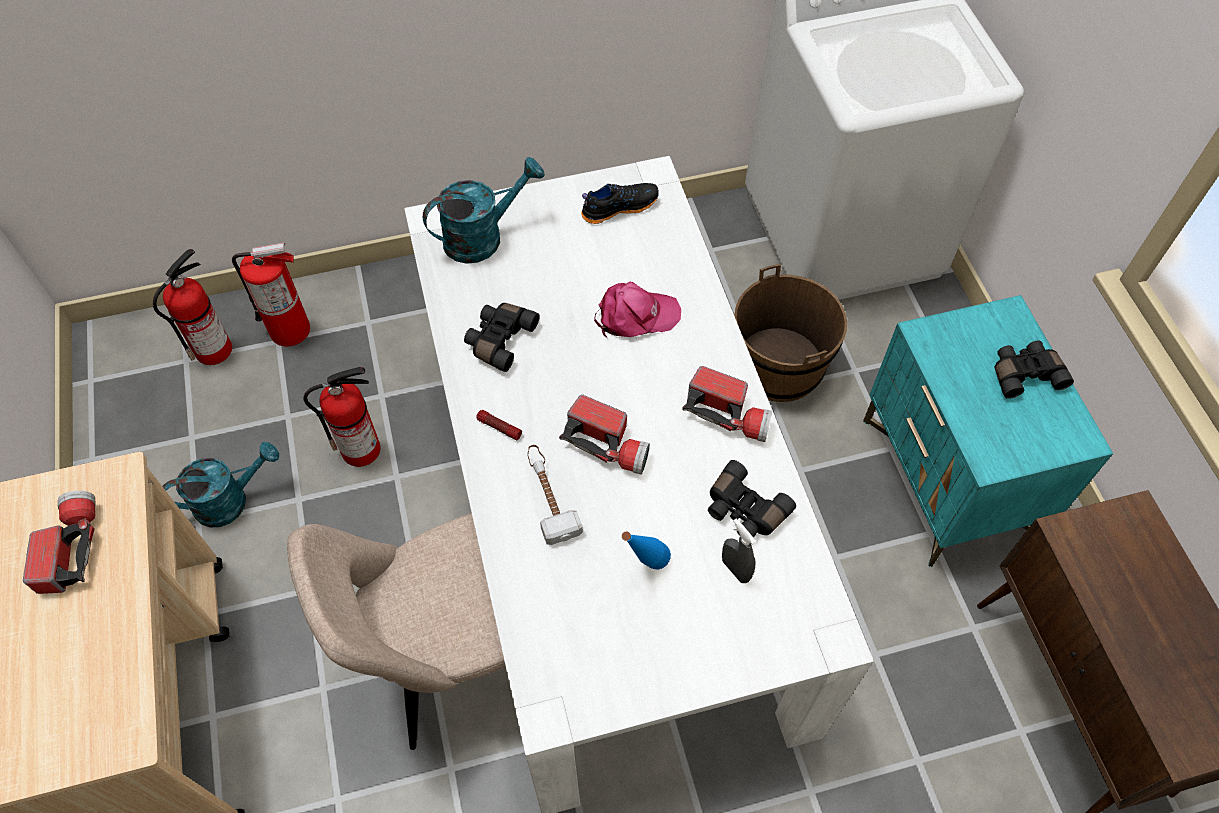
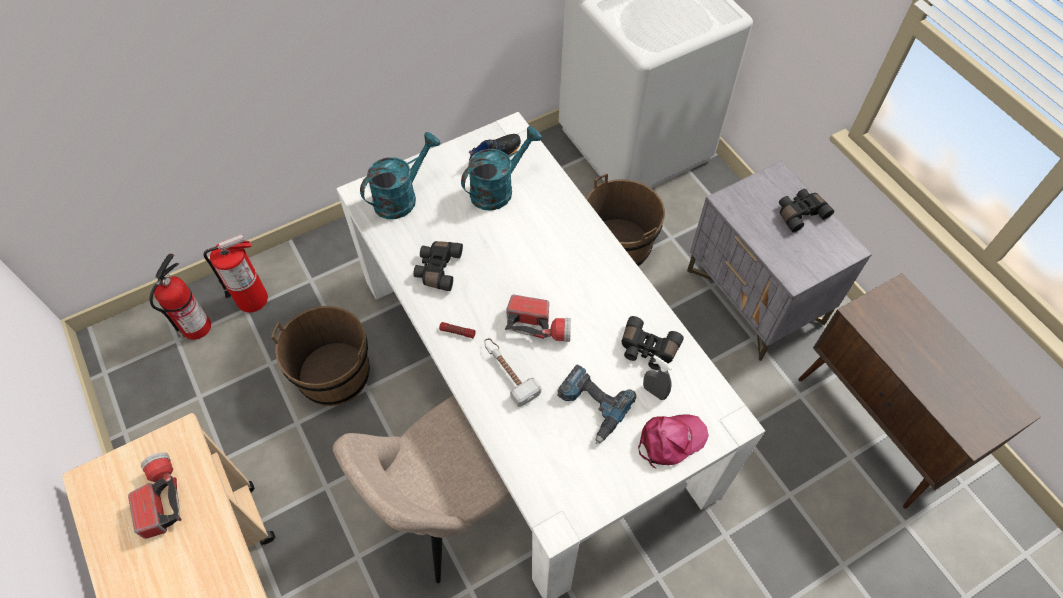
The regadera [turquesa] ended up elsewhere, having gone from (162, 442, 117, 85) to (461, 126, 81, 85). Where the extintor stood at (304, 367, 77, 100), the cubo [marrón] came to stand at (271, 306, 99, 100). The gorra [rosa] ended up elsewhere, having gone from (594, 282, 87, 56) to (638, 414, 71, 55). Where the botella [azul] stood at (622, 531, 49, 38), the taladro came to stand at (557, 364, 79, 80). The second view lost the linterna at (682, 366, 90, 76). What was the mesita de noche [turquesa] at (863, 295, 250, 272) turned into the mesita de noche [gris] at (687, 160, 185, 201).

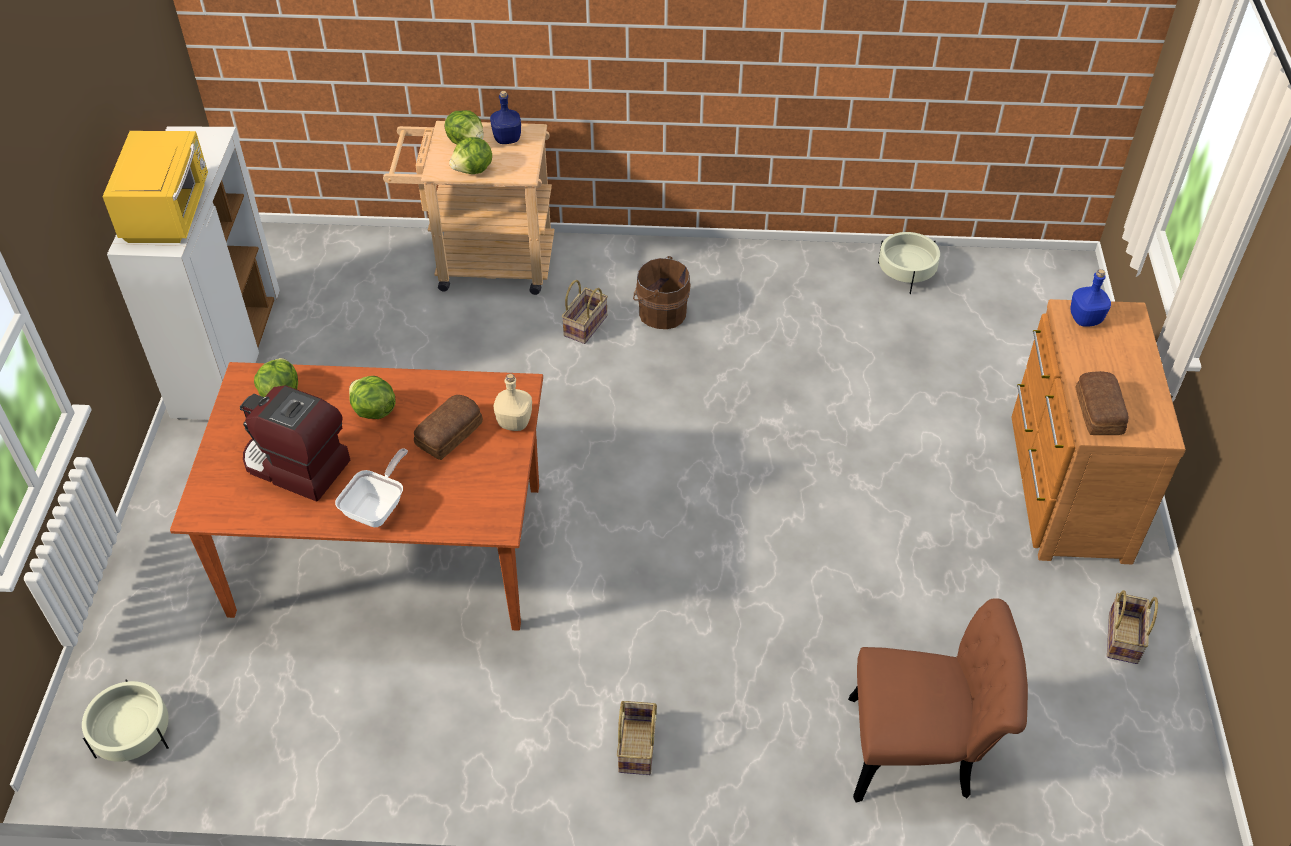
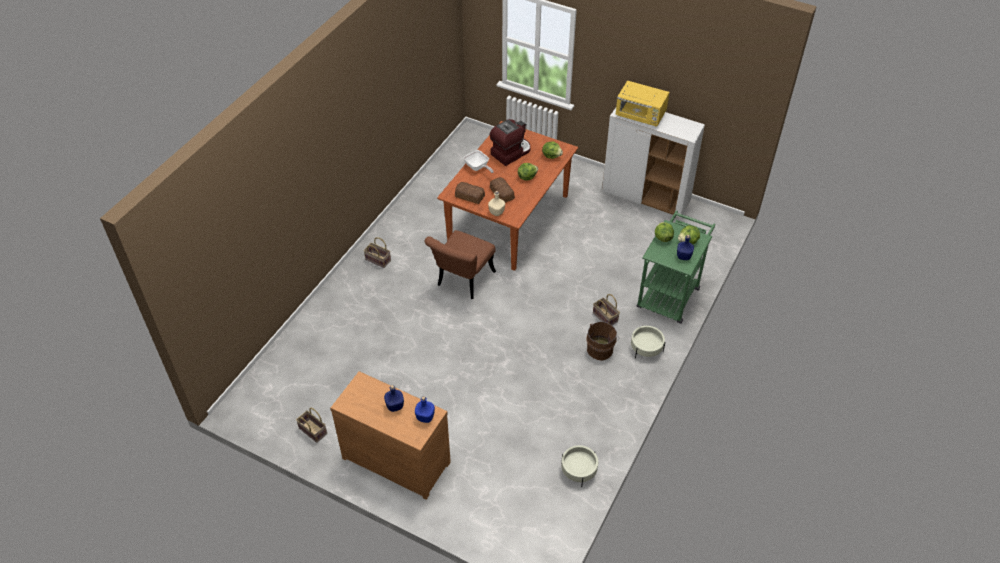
The maceta [beis] ended up elsewhere, having gone from (82, 680, 87, 82) to (631, 325, 34, 33). What was the carrito [beis] at (383, 121, 172, 174) turned into the carrito [verde] at (637, 210, 78, 114). The silla [marrón] ended up elsewhere, having gone from (848, 598, 180, 204) to (425, 230, 71, 69). The pan ended up elsewhere, having gone from (1076, 371, 53, 64) to (455, 182, 30, 22). The second view gained the botella [azul] at (384, 385, 20, 27).

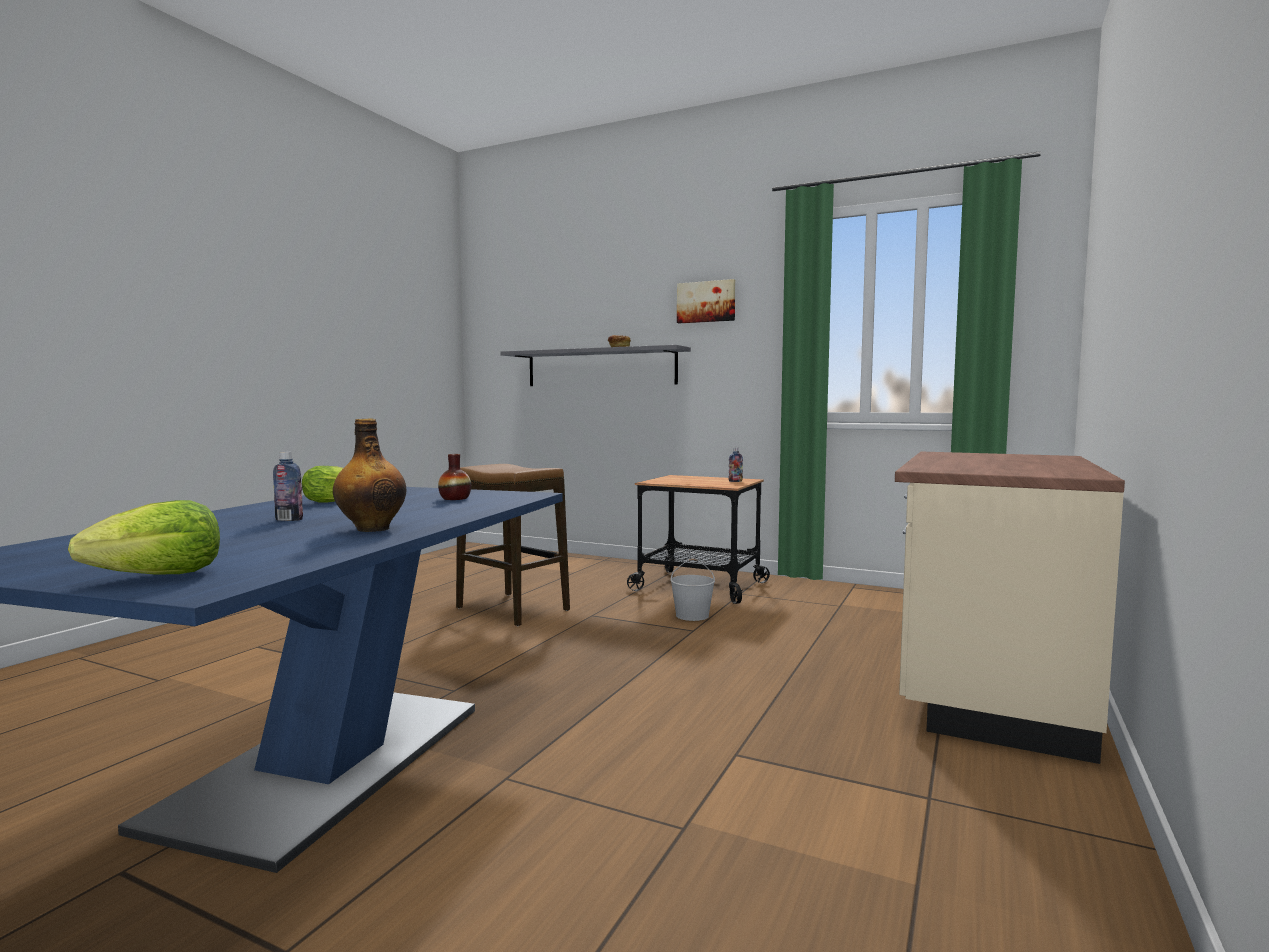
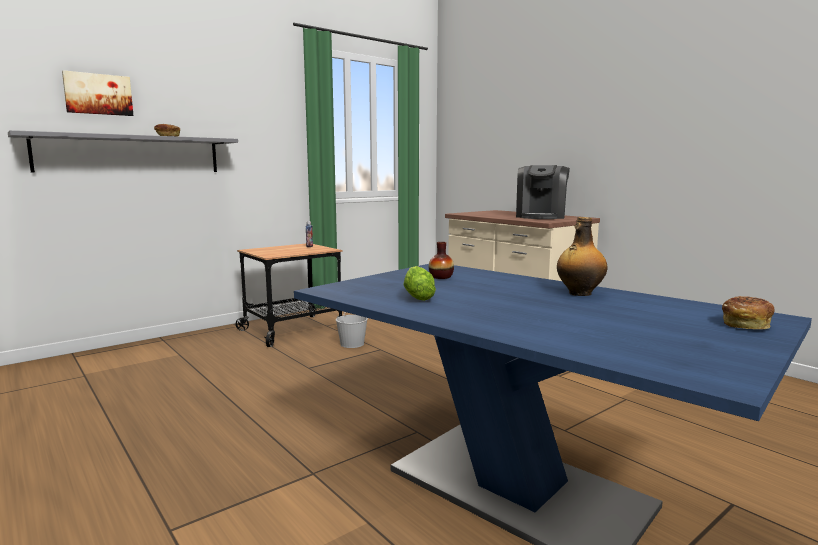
Where the lechuga stood at (68, 500, 152, 75), the pan came to stand at (722, 296, 52, 33). The second view lost the botella at (273, 452, 30, 69). The second view lost the taburete at (456, 464, 114, 162). The cuadro ended up elsewhere, having gone from (677, 279, 58, 44) to (62, 70, 71, 46). The second view gained the cafetera at (516, 165, 54, 54).

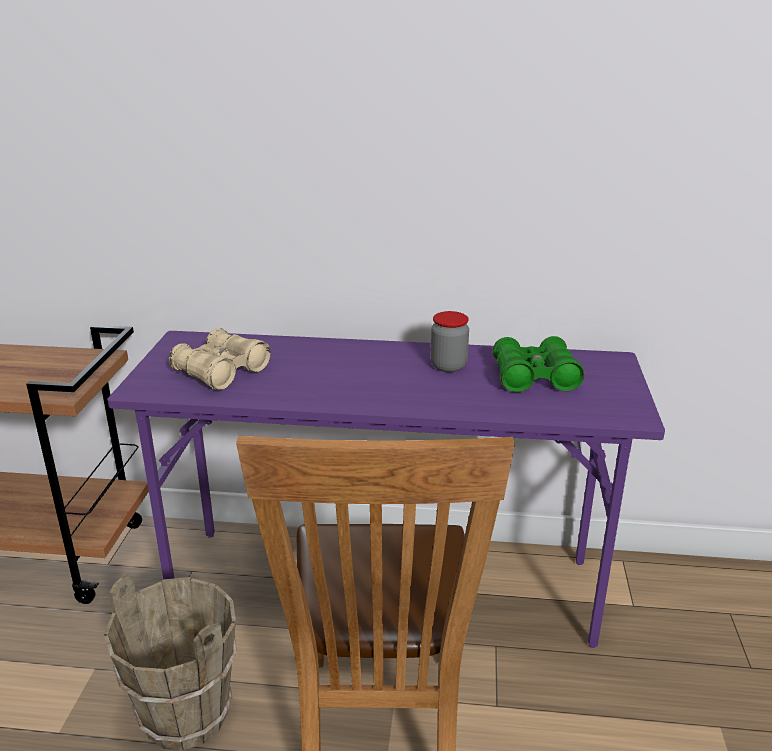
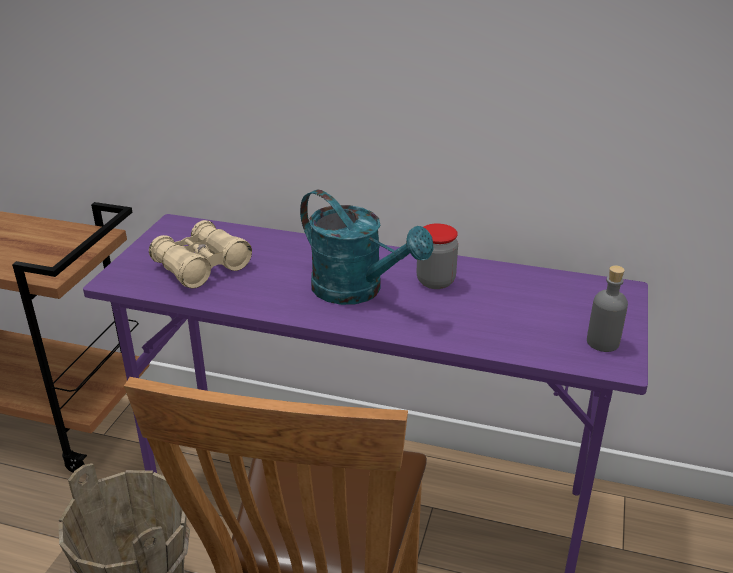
The second view lost the prismáticos [verde] at (493, 336, 92, 56). The second view gained the regadera [turquesa] at (300, 190, 134, 115). The second view gained the botella [gris] at (587, 265, 41, 87).

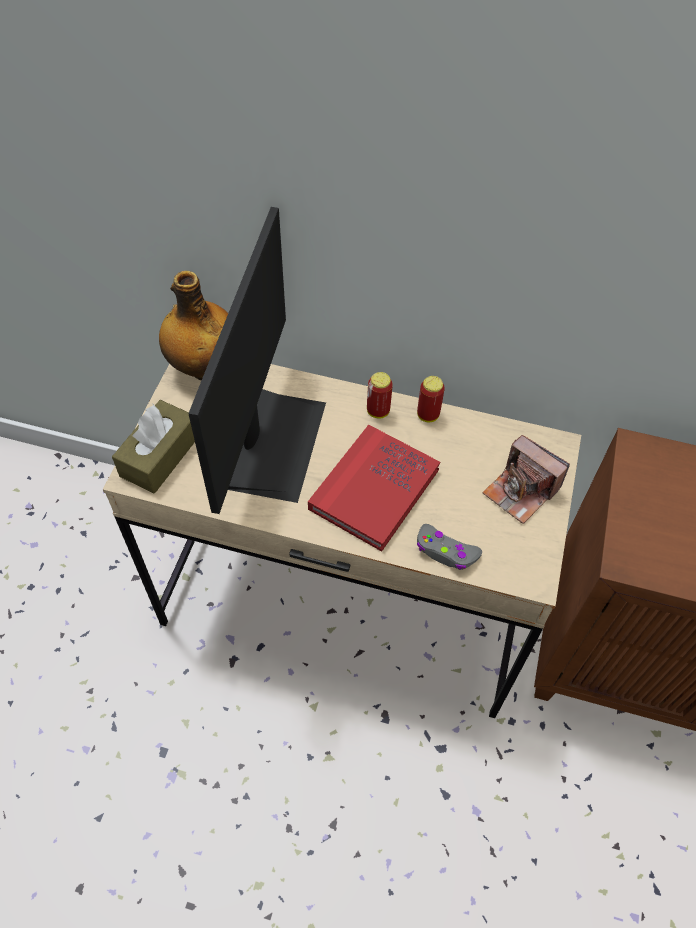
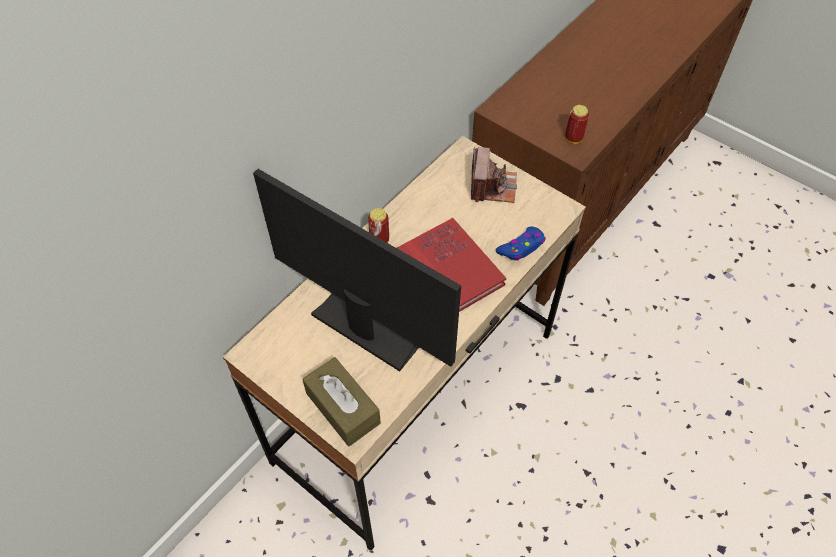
The second view lost the botella at (159, 271, 69, 109). The lata ended up elsewhere, having gone from (417, 376, 28, 46) to (565, 105, 24, 39). What was the mando de consola [gris] at (417, 524, 65, 46) turned into the mando de consola [azul] at (496, 227, 50, 34). The cámara at (482, 435, 88, 89) ended up facing another way, 60 degrees counterclockwise from before.

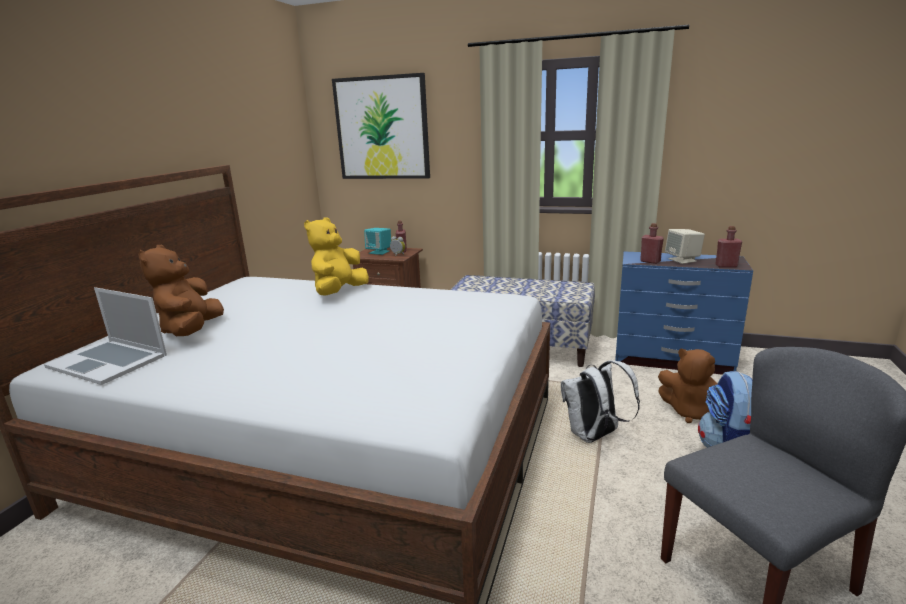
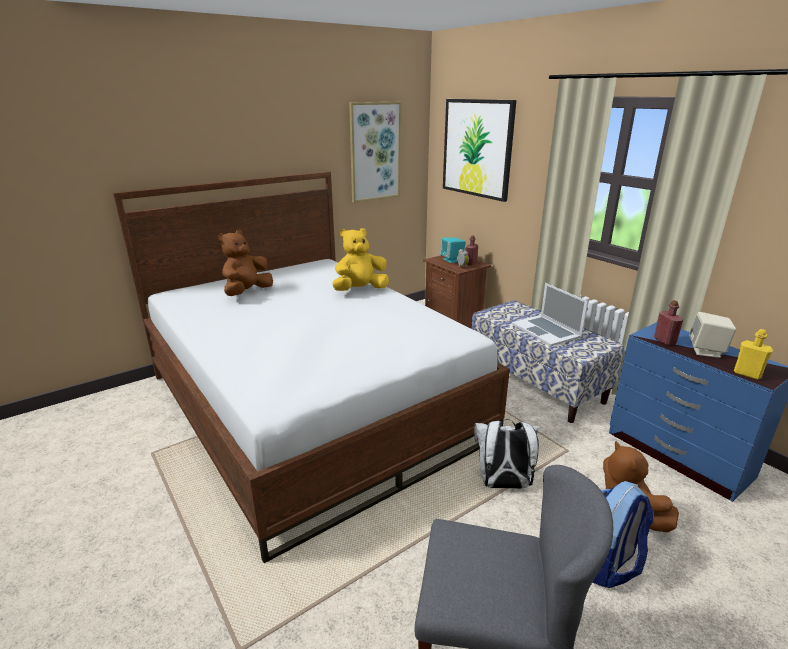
The portátil ended up elsewhere, having gone from (44, 287, 123, 98) to (512, 283, 76, 63). What was the botella [rojo] at (715, 226, 27, 42) turned into the botella [amarillo] at (734, 329, 39, 51). The second view gained the cuadro at (349, 102, 52, 101).

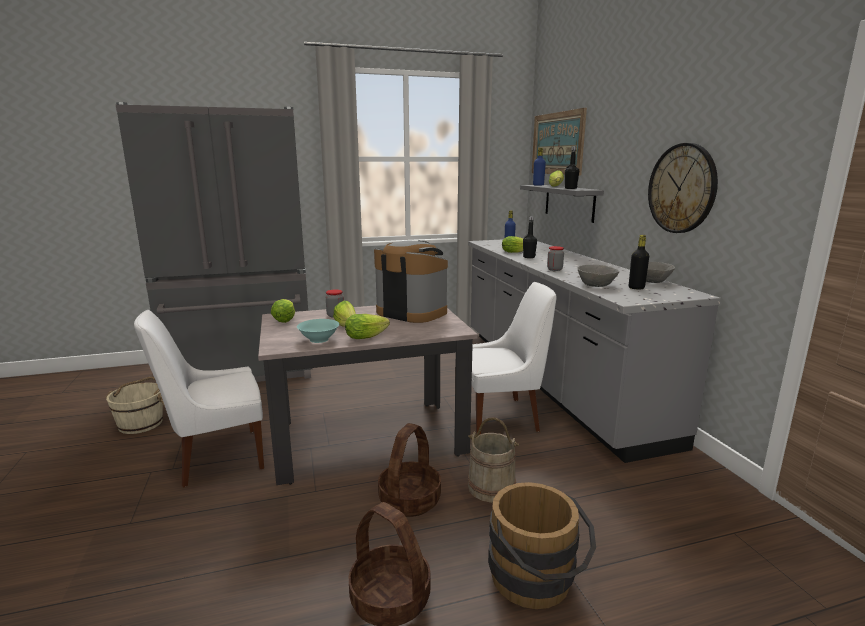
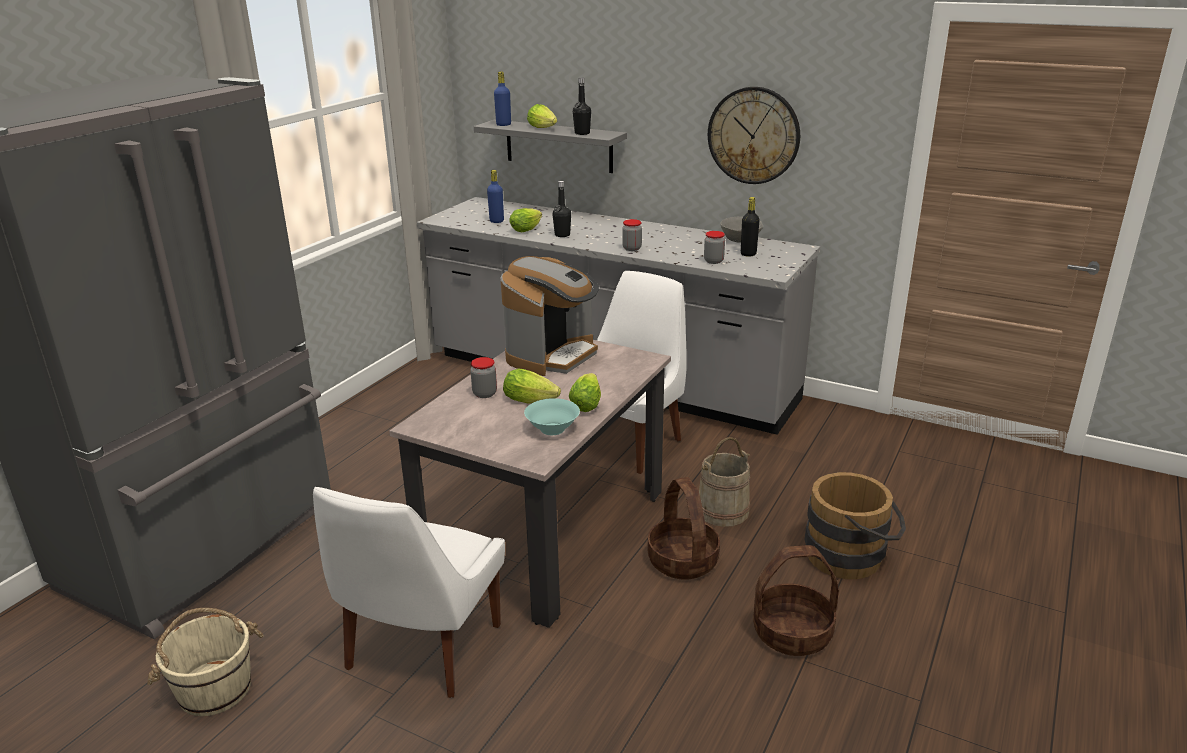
The second view lost the lechuga at (271, 299, 24, 24). The cafetera at (374, 240, 74, 83) ended up facing another way, 135 degrees clockwise from before. The second view lost the cuadro at (532, 108, 55, 67). Where the cuenco [gris] stood at (577, 265, 42, 22), the tarro came to stand at (704, 231, 21, 33).

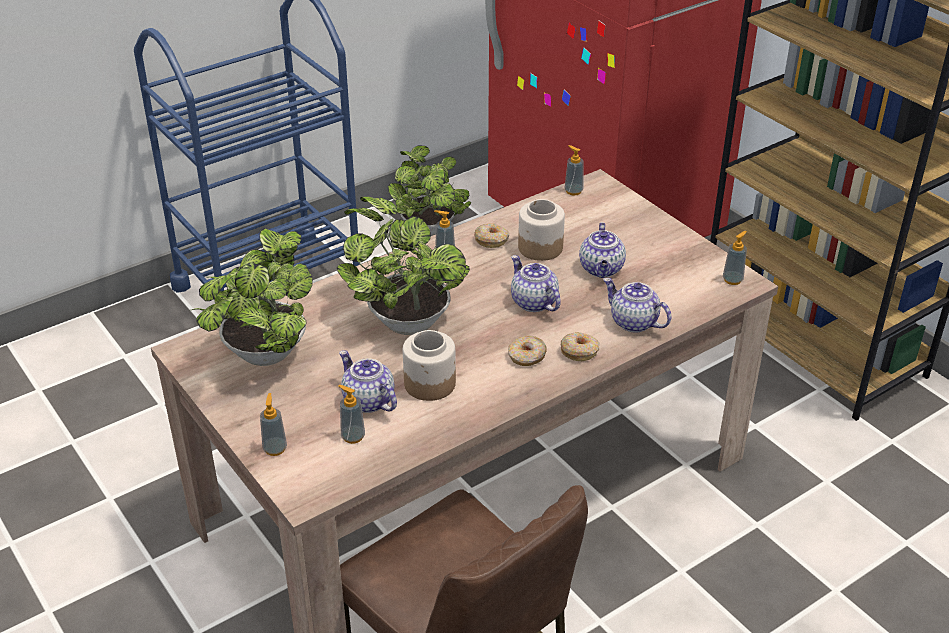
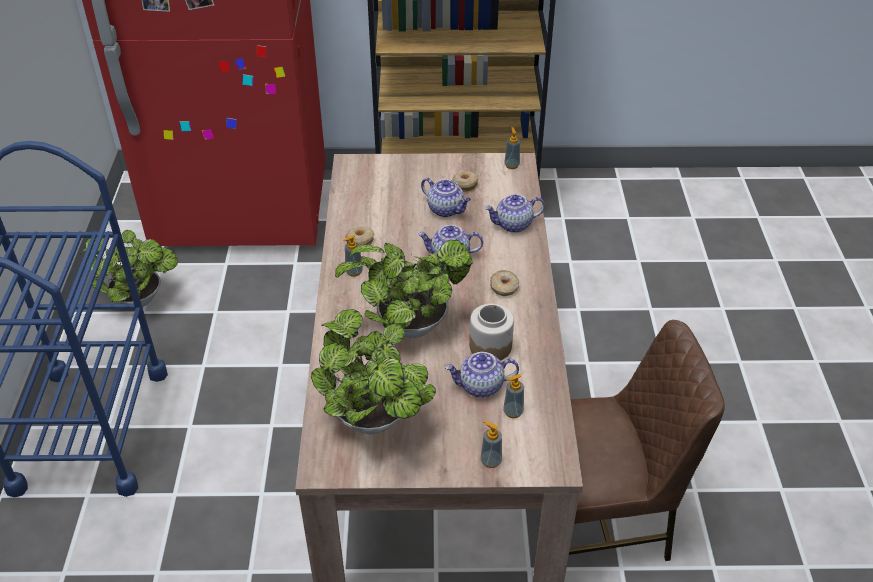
The second view lost the tarro at (518, 199, 47, 62). The rosquilla ended up elsewhere, having gone from (561, 332, 39, 29) to (452, 171, 27, 21). The second view lost the dispensador de jabón at (564, 145, 20, 51).

